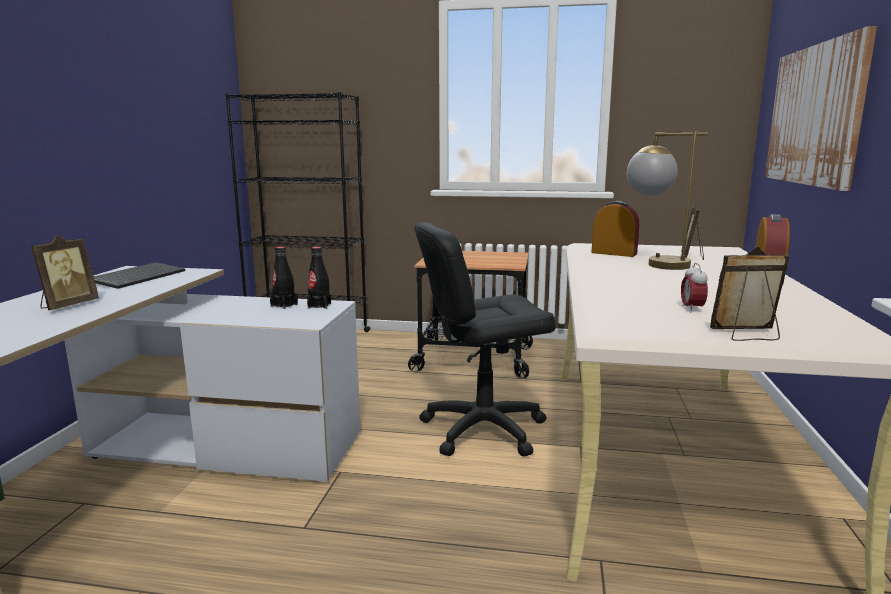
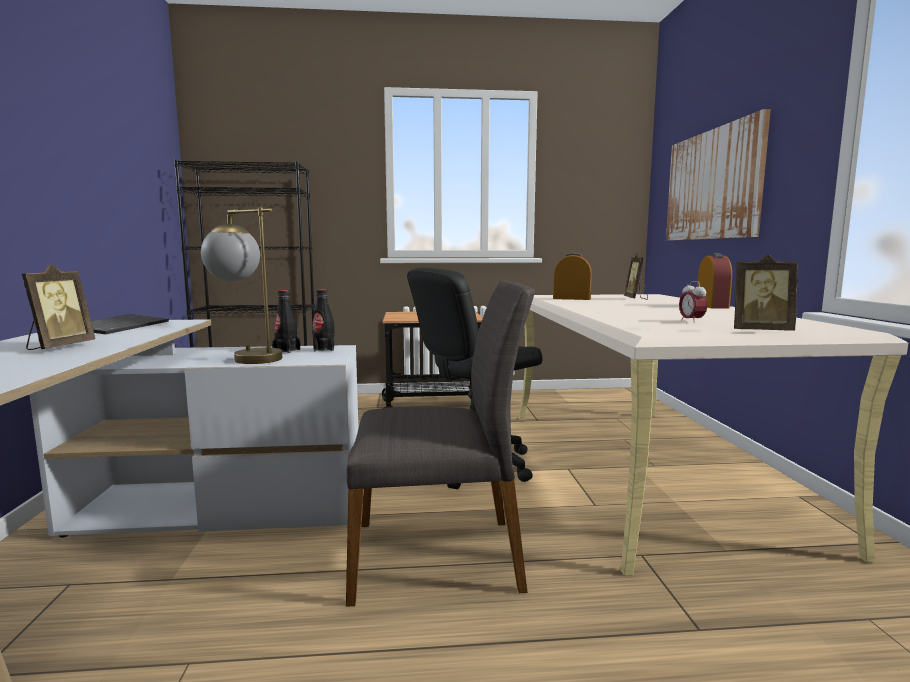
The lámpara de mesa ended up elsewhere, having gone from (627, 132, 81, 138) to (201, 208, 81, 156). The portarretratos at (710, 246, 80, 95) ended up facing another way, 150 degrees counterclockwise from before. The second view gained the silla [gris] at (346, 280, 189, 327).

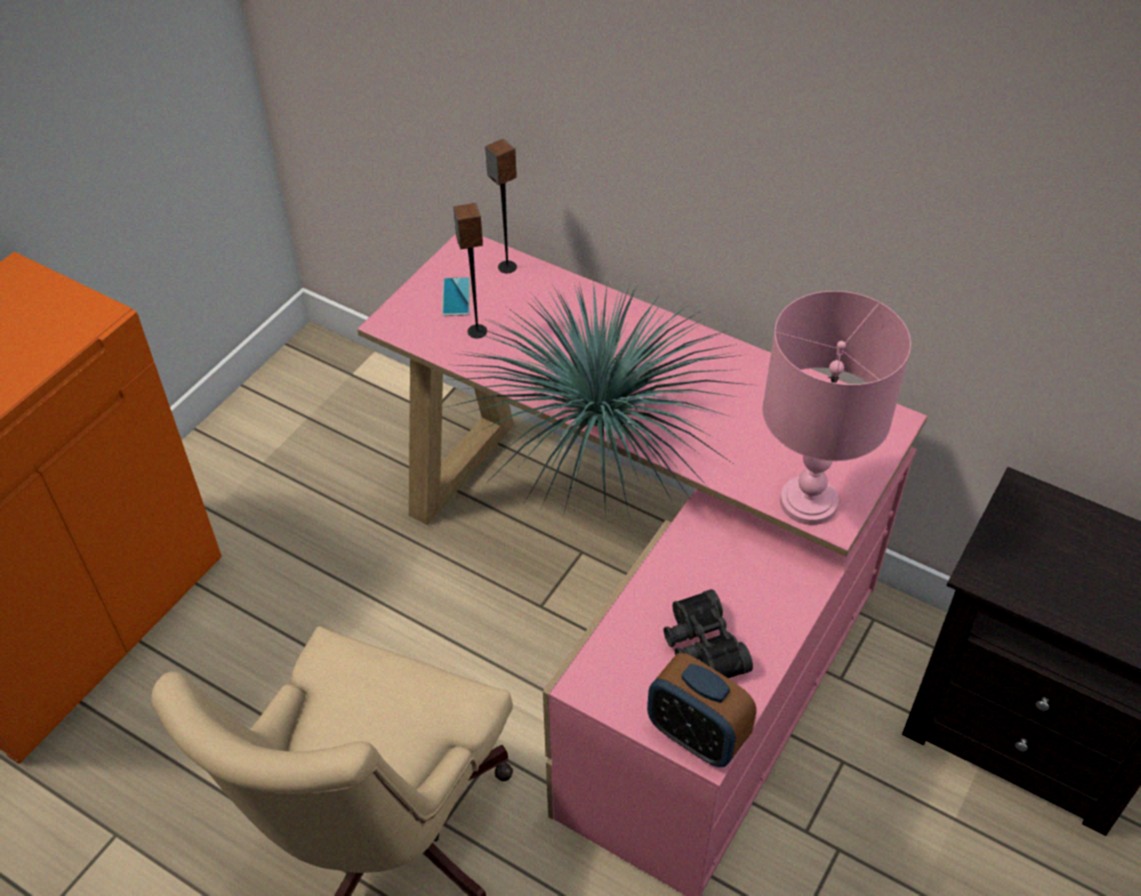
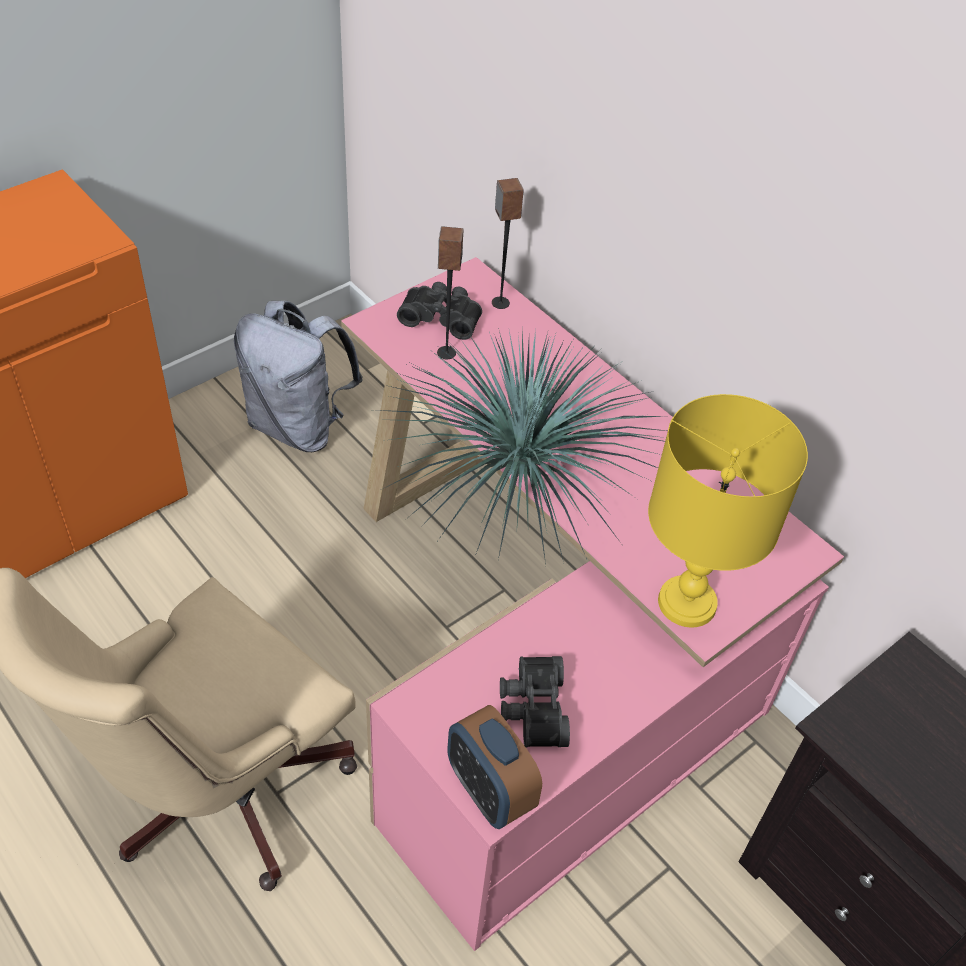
Where the móvil stood at (442, 277, 29, 39), the prismáticos [negro] came to stand at (397, 282, 85, 58). What was the lámpara de mesa [rosa] at (762, 291, 149, 234) turned into the lámpara de mesa [amarillo] at (648, 394, 160, 233). The second view gained the mochila [gris] at (234, 301, 129, 151).

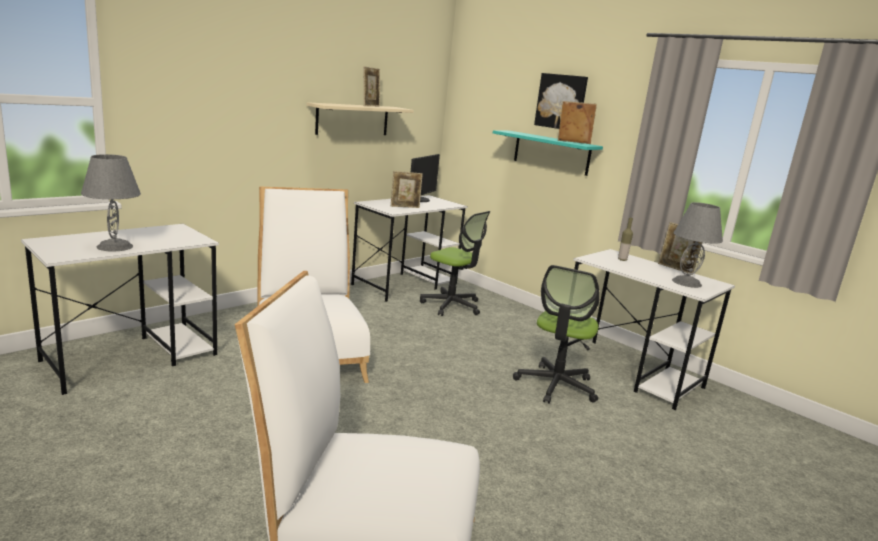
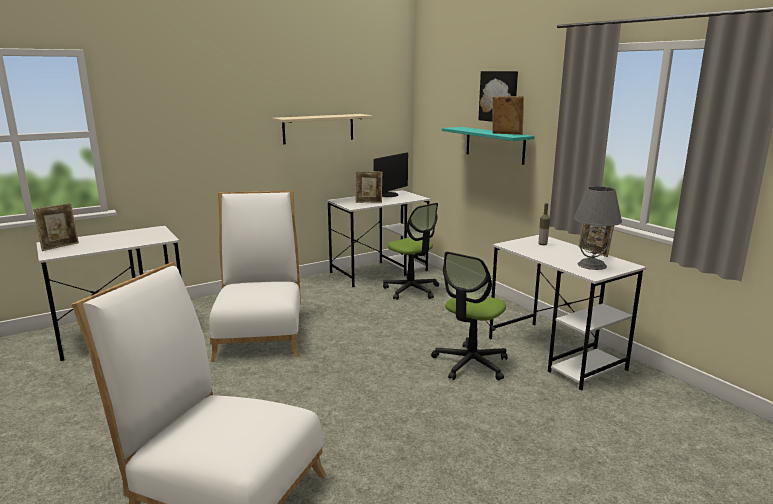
The second view lost the lámpara de mesa [gris] at (81, 154, 60, 97). The portarretratos ended up elsewhere, having gone from (363, 66, 17, 41) to (33, 203, 46, 48).

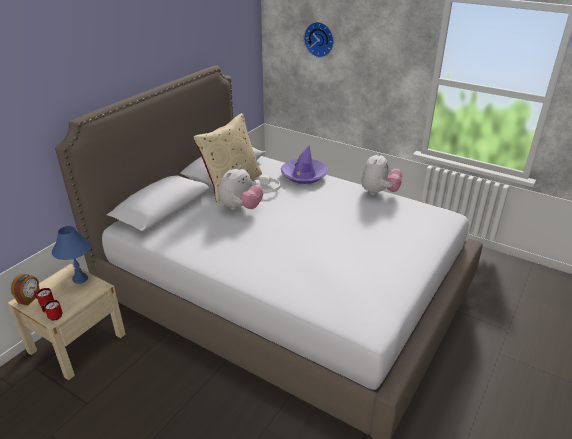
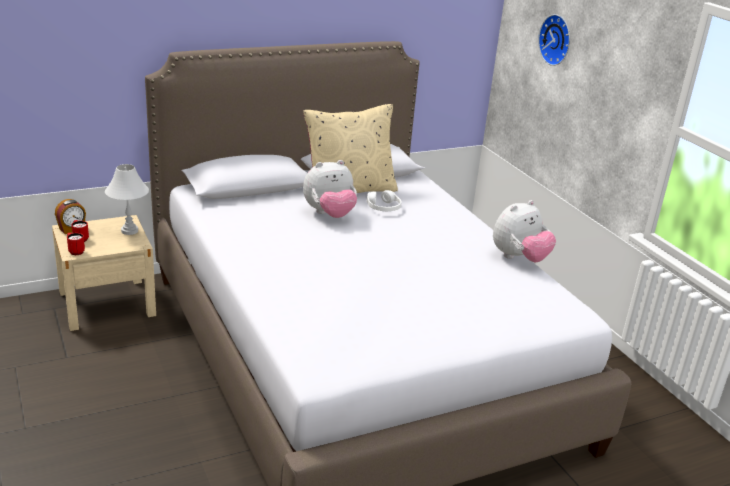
What was the lámpara de mesa [azul] at (52, 226, 39, 58) turned into the lámpara de mesa [blanco] at (105, 164, 44, 71). The second view lost the sombrero [morado] at (281, 145, 47, 39).

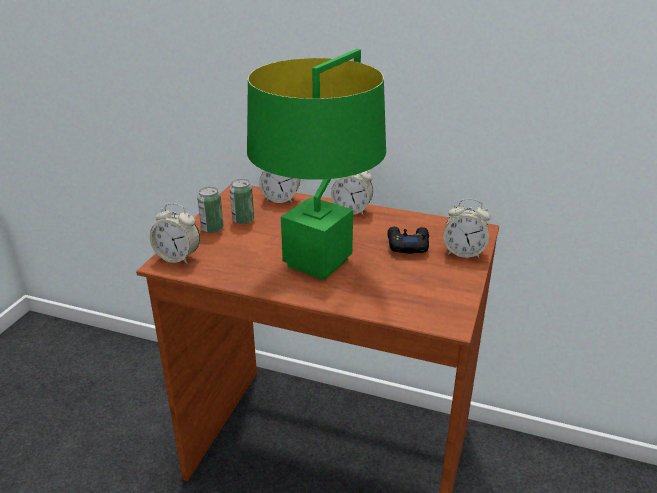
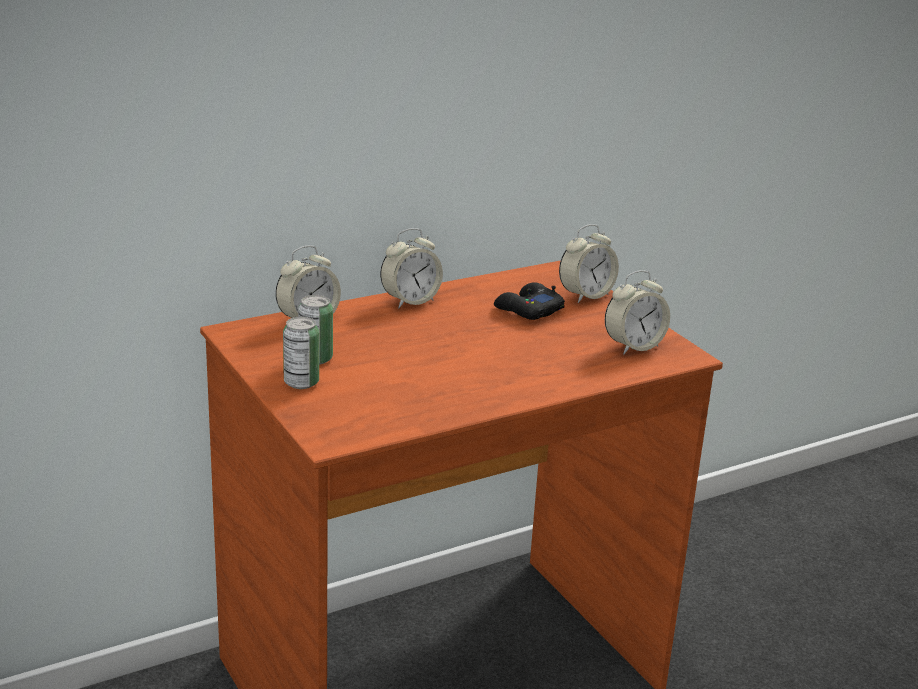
The despertador ended up elsewhere, having gone from (150, 203, 50, 61) to (605, 270, 65, 84). The second view lost the lámpara de mesa [verde] at (247, 49, 139, 231).

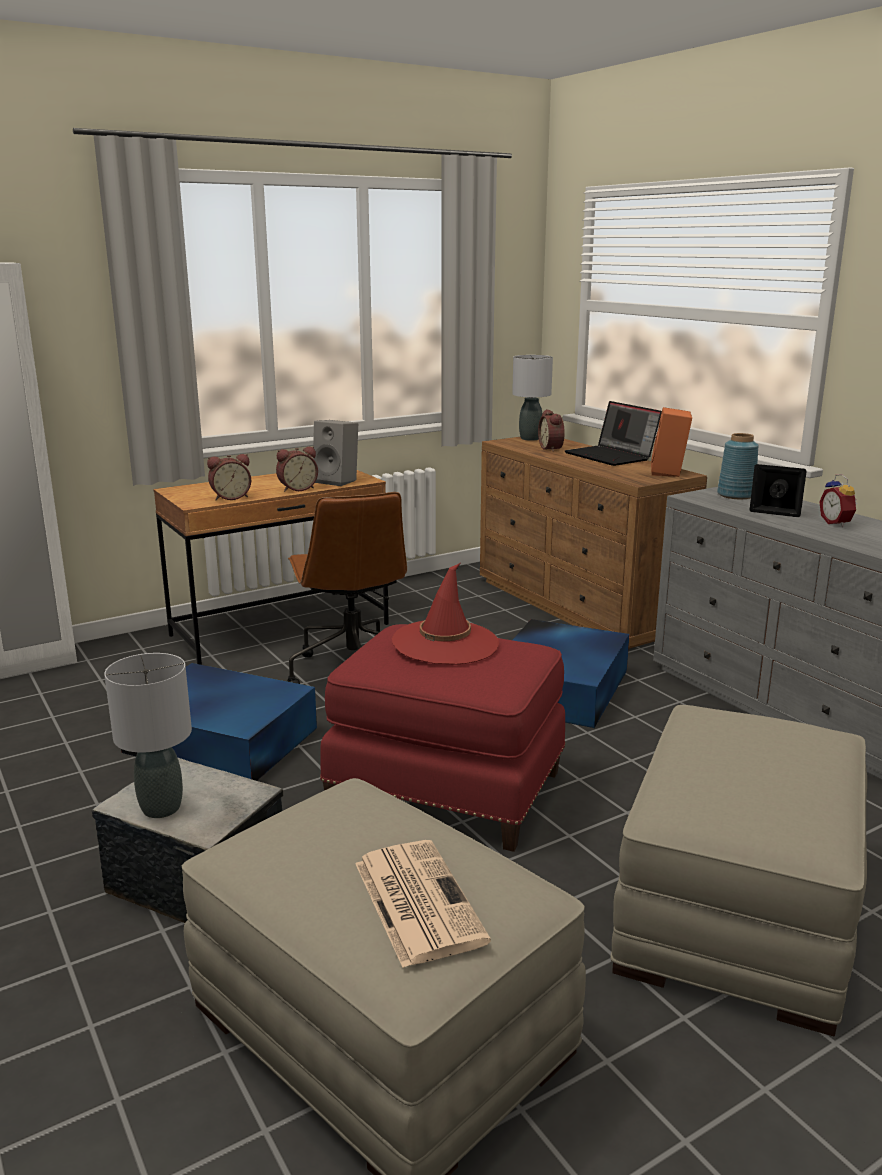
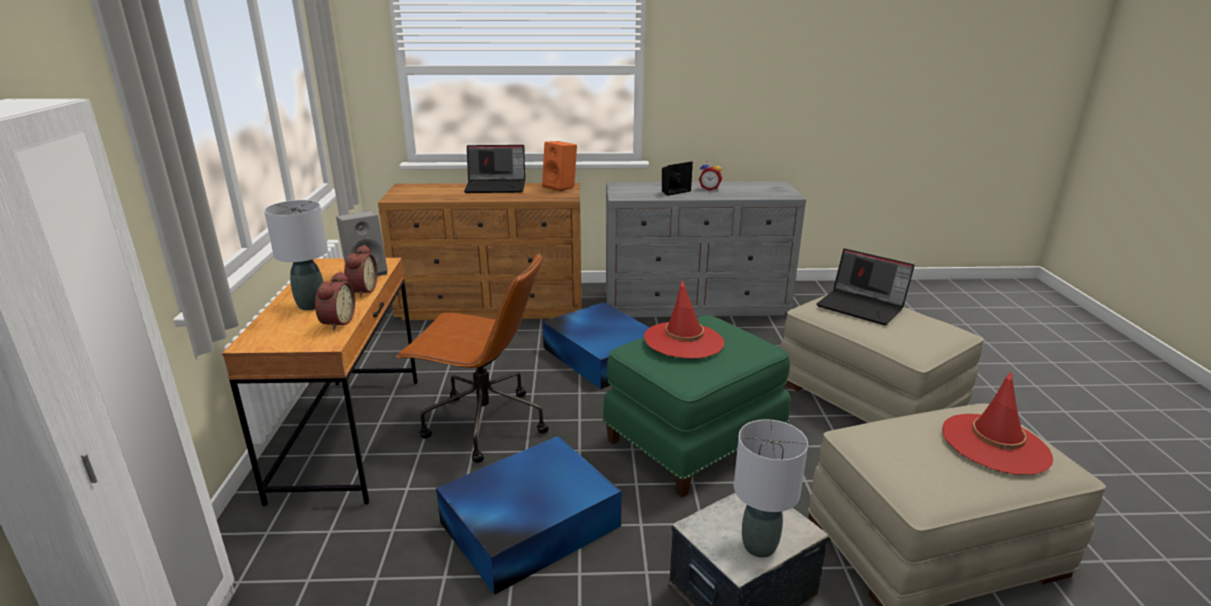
What was the puf [rojo] at (320, 624, 246, 228) turned into the puf [verde] at (603, 315, 187, 182). Where the periódico stood at (355, 840, 136, 128), the sombrero [rojo] came to stand at (942, 371, 111, 104). The lámpara de mesa [gris] ended up elsewhere, having gone from (512, 355, 41, 86) to (264, 200, 64, 110). The second view lost the despertador at (538, 409, 27, 43). The second view lost the florero [azul] at (717, 433, 42, 66). The second view gained the portátil at (816, 248, 99, 77).

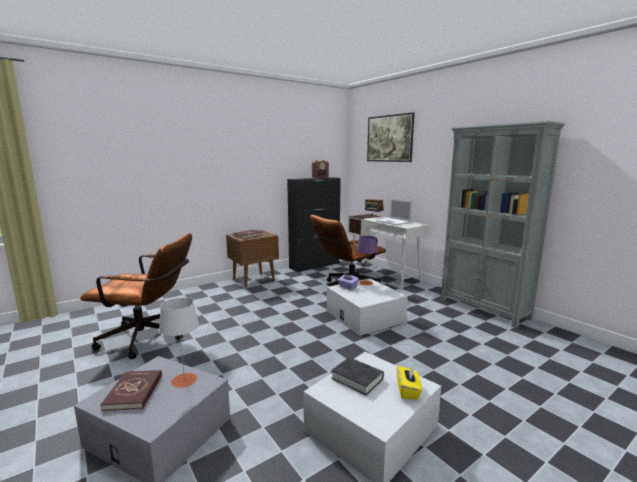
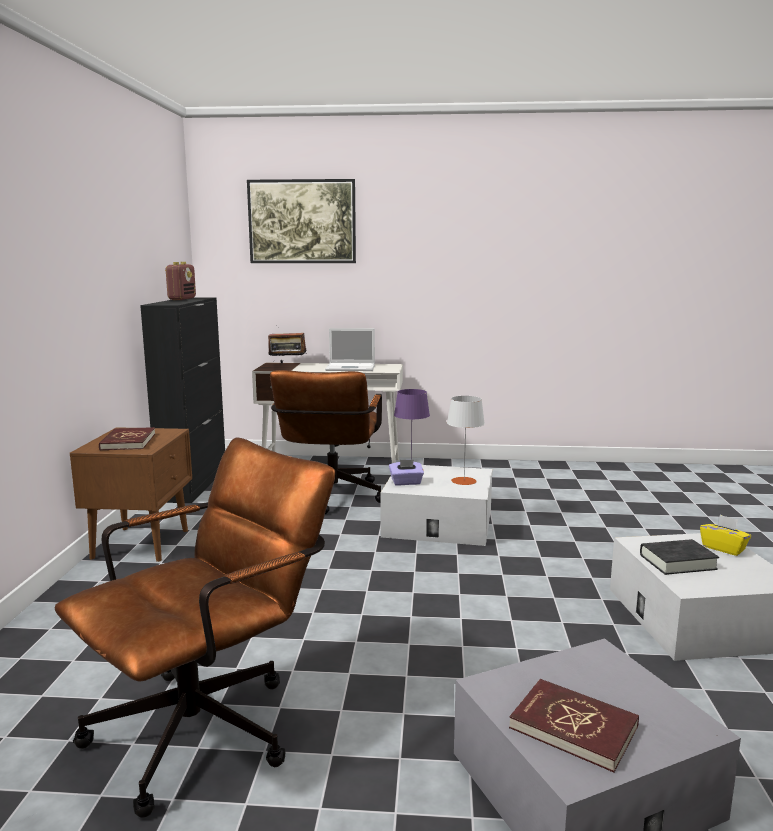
The lámpara de mesa [gris] ended up elsewhere, having gone from (159, 298, 40, 90) to (447, 396, 38, 89). The second view lost the estantería [gris] at (440, 121, 125, 207).

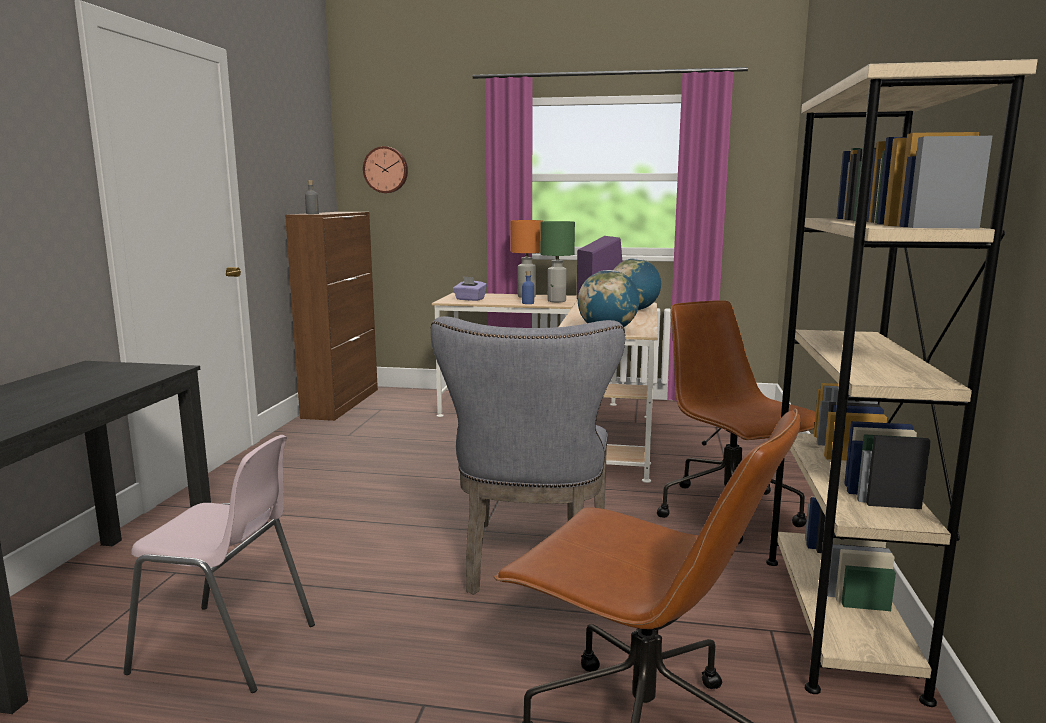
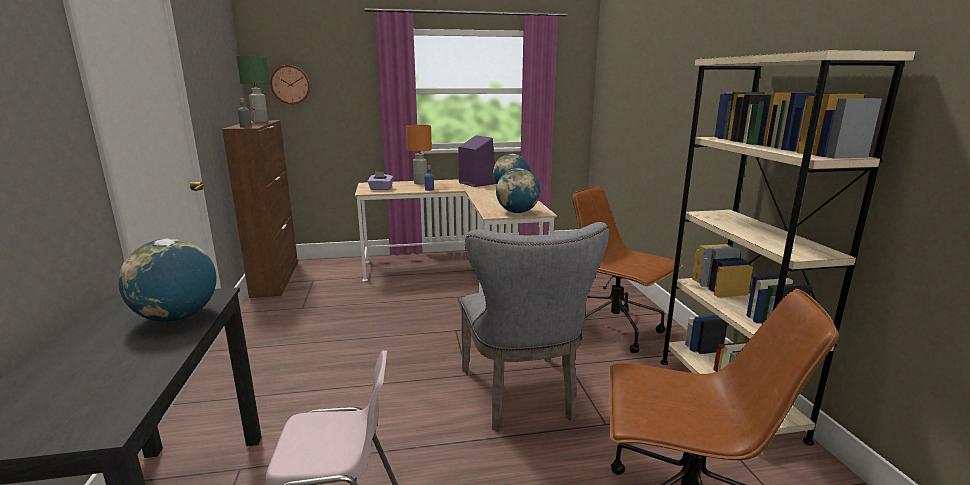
The lámpara de mesa [verde] ended up elsewhere, having gone from (540, 221, 35, 81) to (236, 56, 34, 66). The second view gained the globo terráqueo at (118, 238, 99, 84).

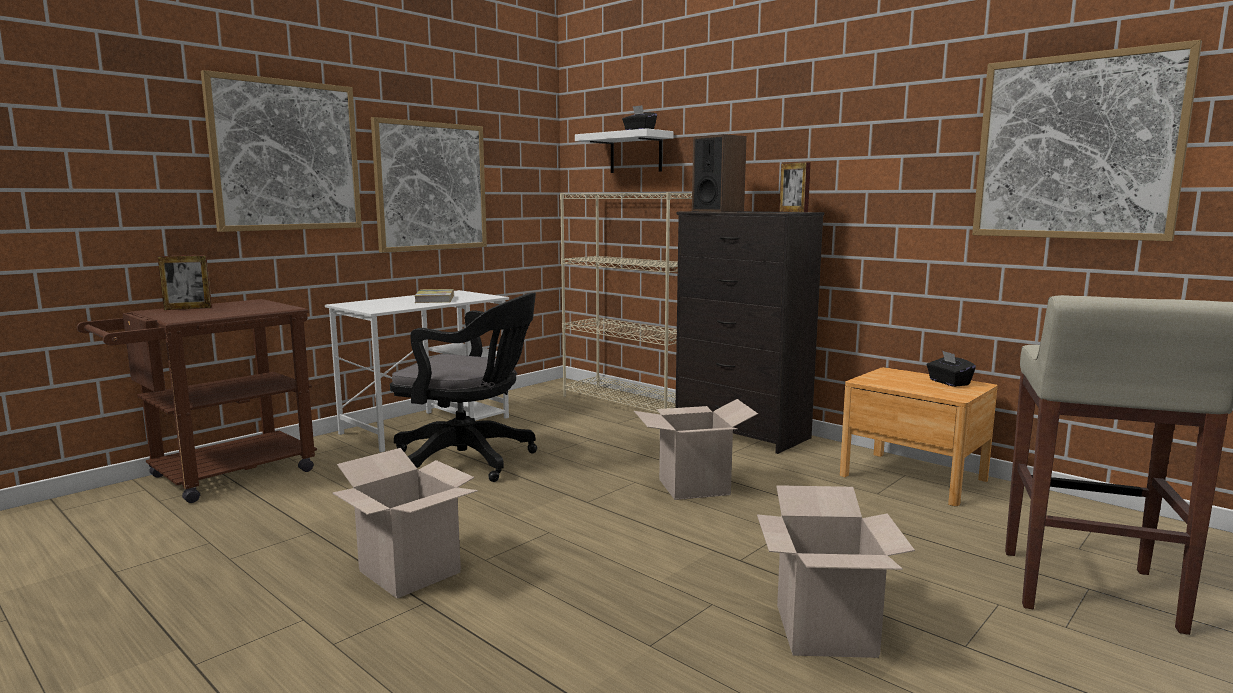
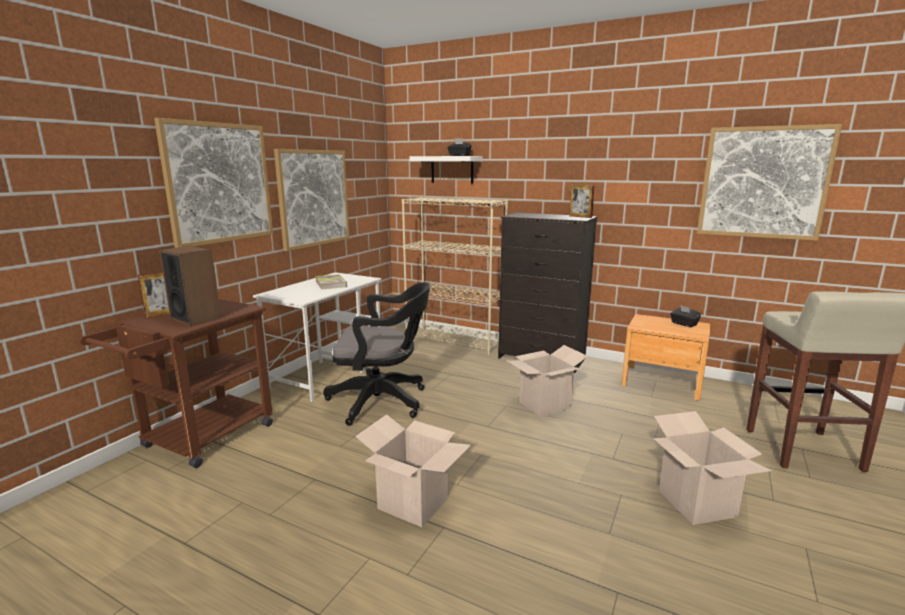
The altavoz ended up elsewhere, having gone from (692, 134, 55, 78) to (159, 246, 62, 80).

